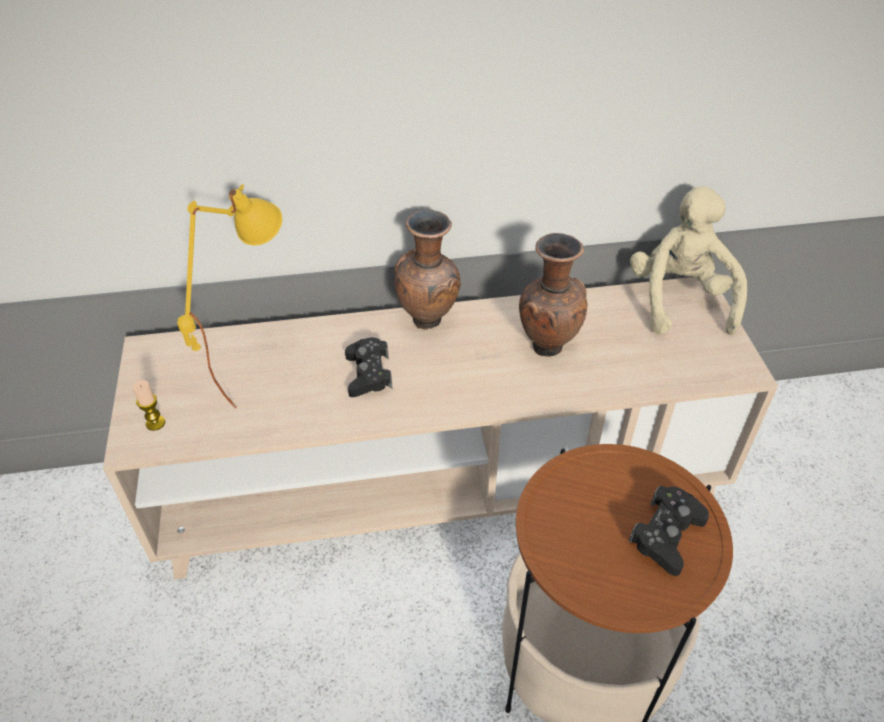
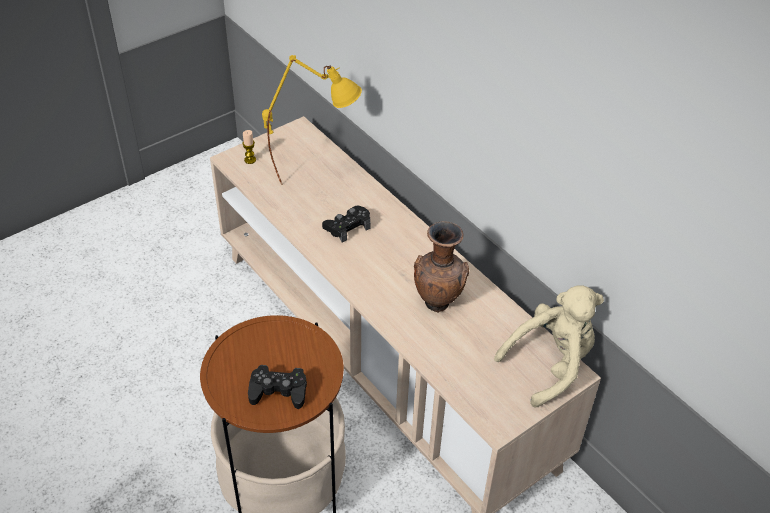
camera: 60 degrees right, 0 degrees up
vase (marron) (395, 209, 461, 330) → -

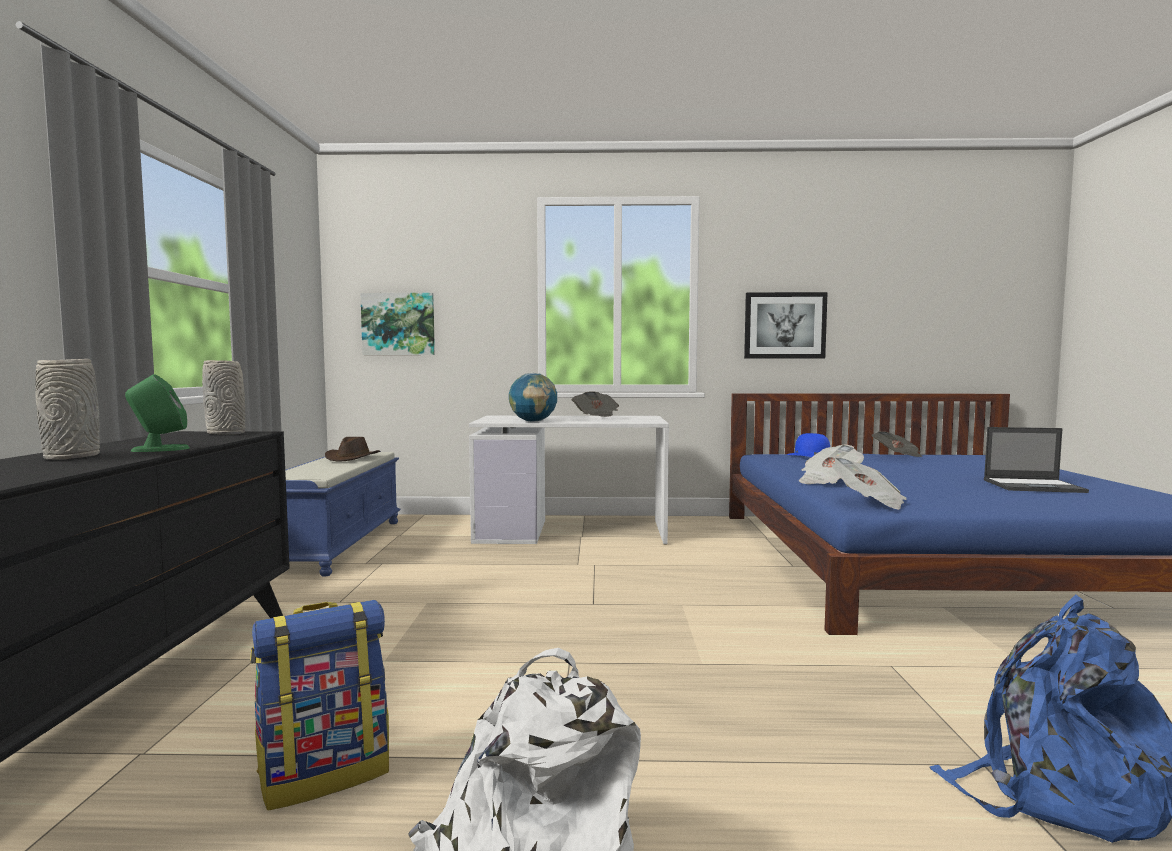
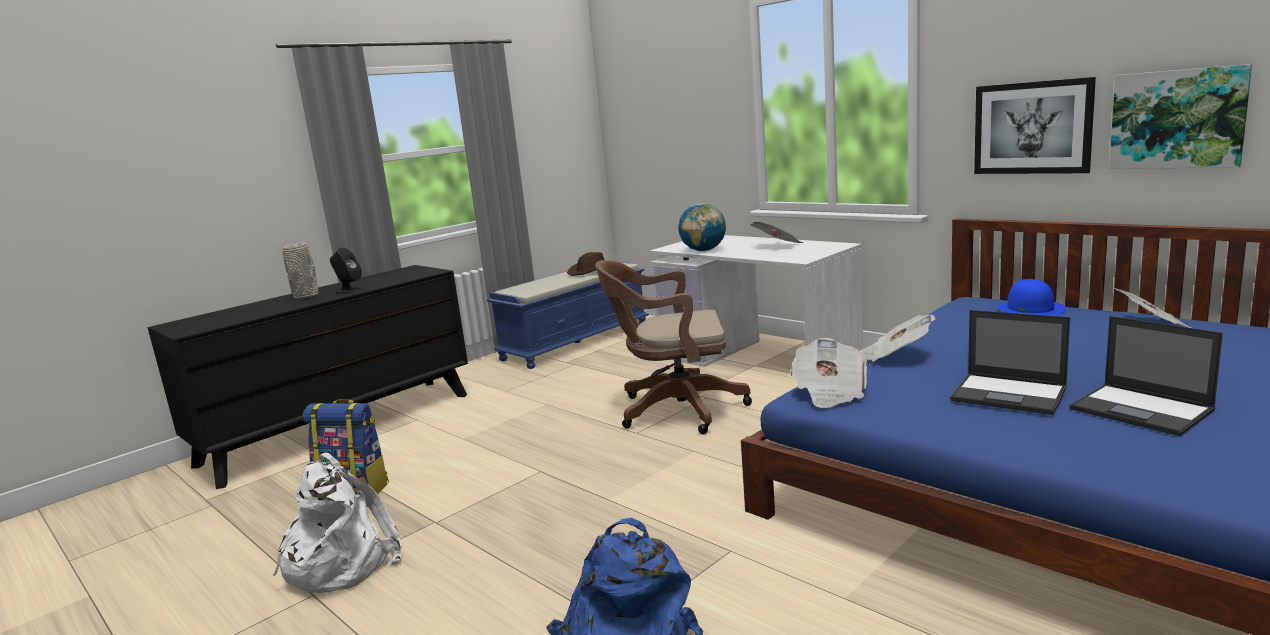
camera: 45 degrees right, 10 degrees up
vase (gris) (202, 360, 246, 435) → -
- → chaise de bureau (marron) (595, 260, 752, 434)
- → ordinateur portable (950, 310, 1070, 415)
tableau (360, 293, 435, 355) → tableau (1109, 64, 1252, 169), relocated
enceinte (vert) (125, 374, 190, 452) → enceinte (noir) (330, 248, 364, 294)

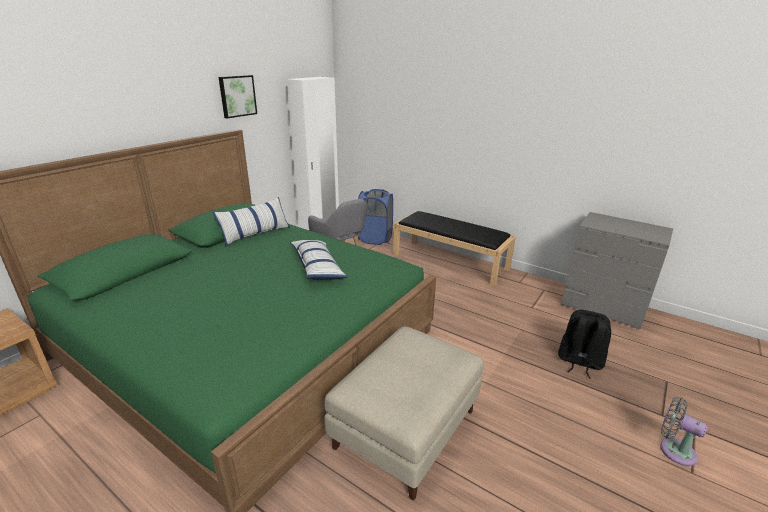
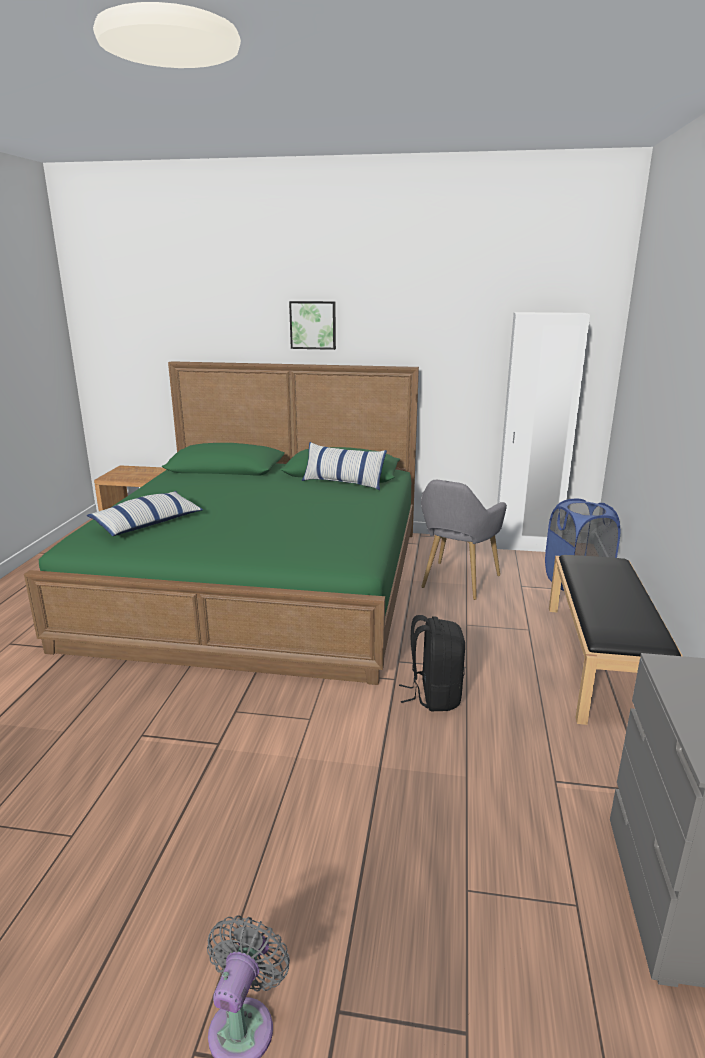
camera: 65 degrees right, 5 degrees down
pouf (beige) (324, 326, 483, 500) → -
tableau (219, 75, 257, 118) → tableau (289, 301, 336, 350), relocated
coussin (290, 240, 348, 280) → coussin (87, 491, 203, 536), relocated
sac à dos (noir) (558, 310, 611, 379) → sac à dos (noir) (399, 615, 465, 711), relocated

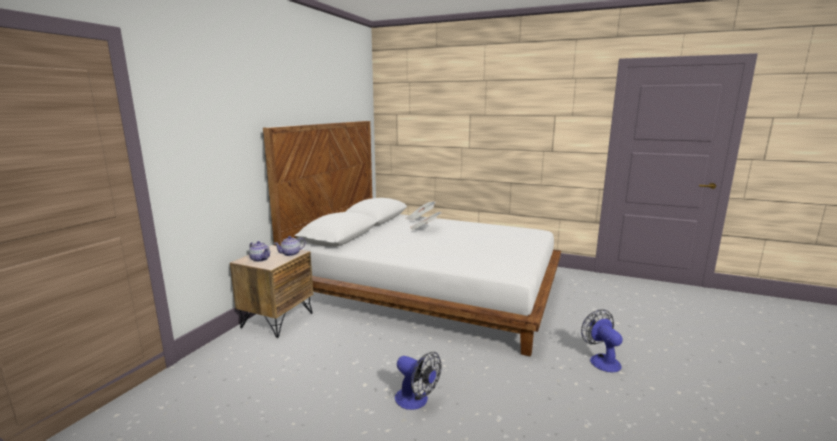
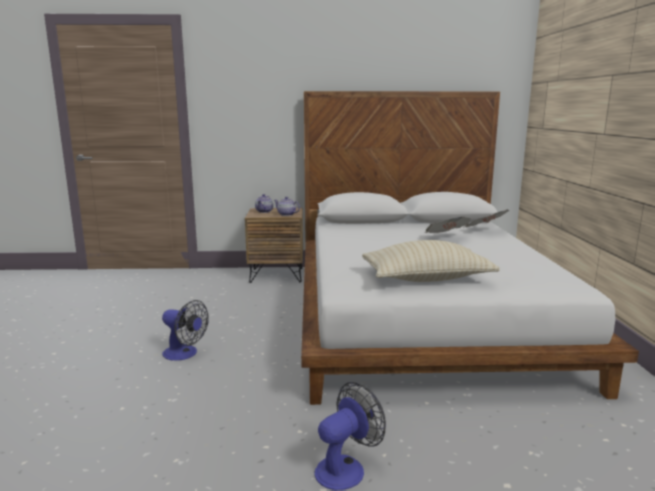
camera: 65 degrees right, 0 degrees up
- → coussin (beige) (362, 240, 499, 282)
ventilateur (395, 352, 441, 410) → ventilateur (162, 300, 209, 361), 75 degrees counterclockwise

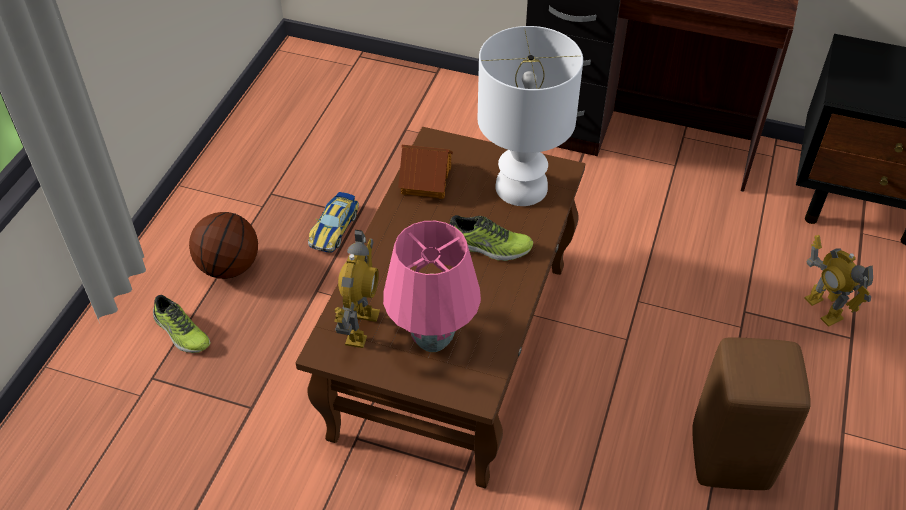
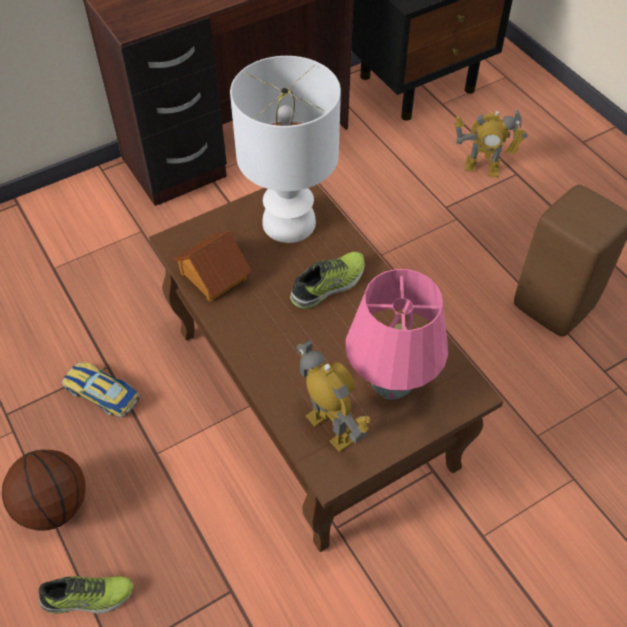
camera: 50 degrees left, 5 degrees up
petite voiture (308, 192, 359, 253) → petite voiture (62, 362, 140, 417), 150 degrees clockwise

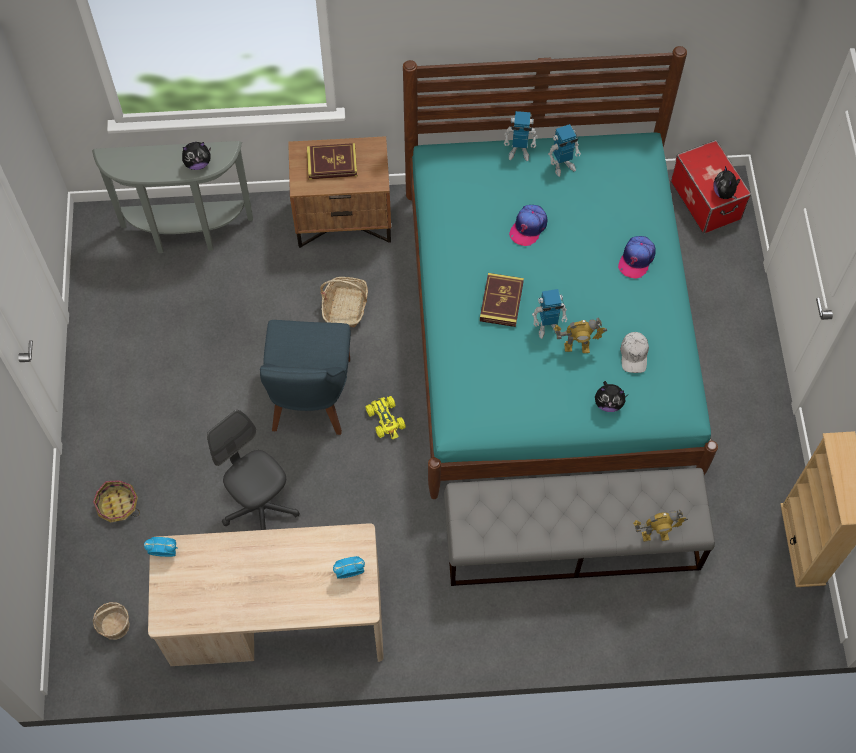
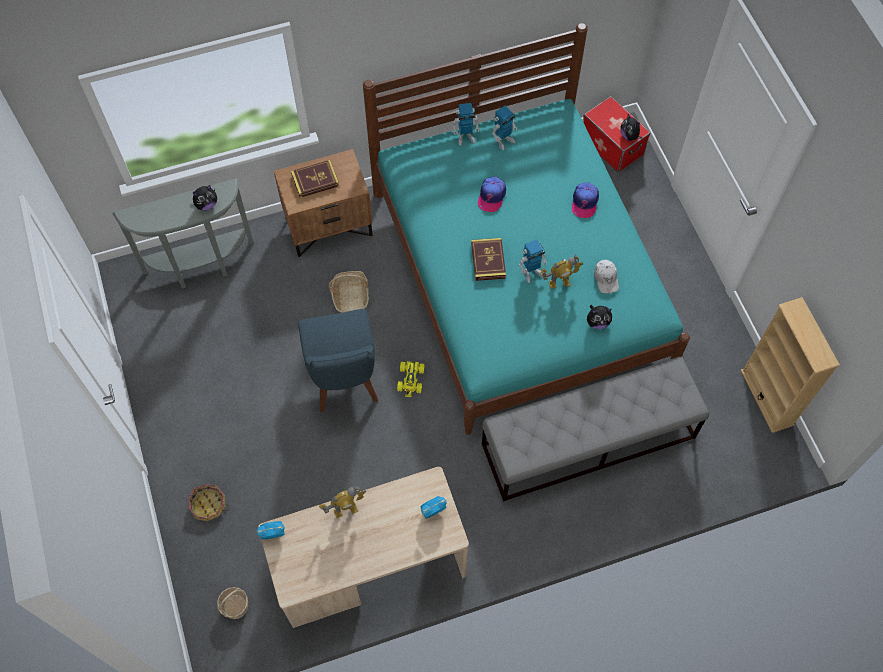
camera: 15 degrees left, 0 degrees up
chaise de bureau (gris) (207, 410, 300, 530) → -
robot jouet (633, 509, 688, 541) → robot jouet (319, 486, 366, 518), relocated
petite voiture (jaune) (366, 396, 406, 439) → petite voiture (jaune) (397, 361, 425, 397), 45 degrees clockwise

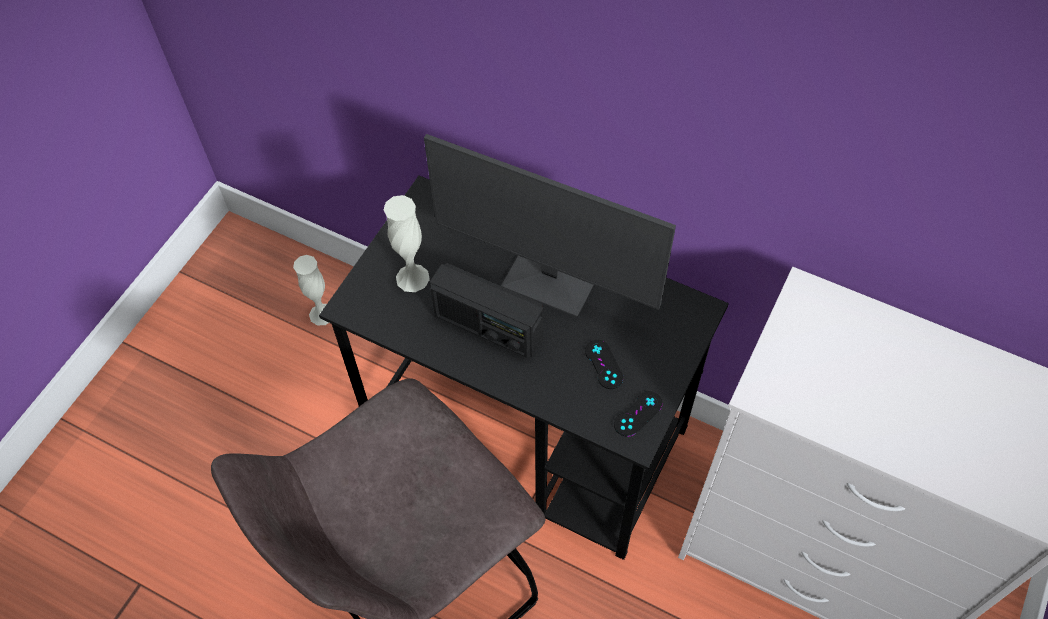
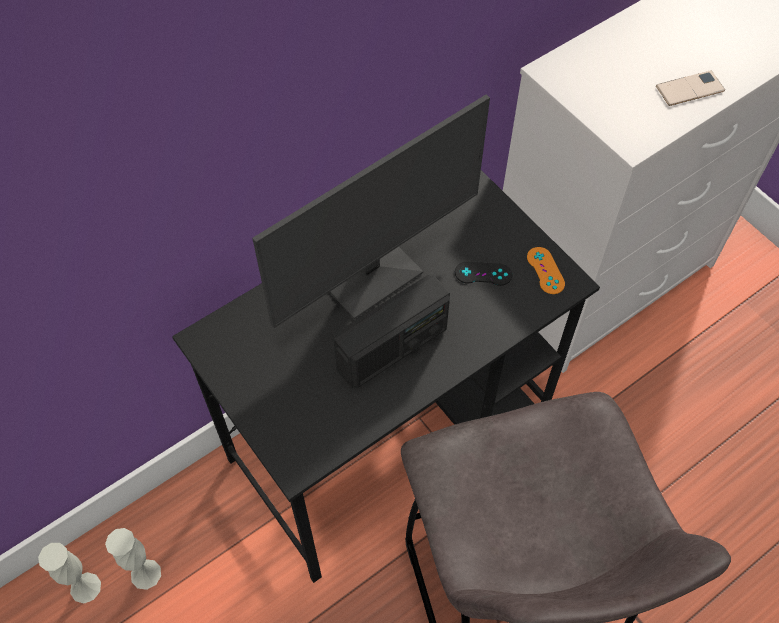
camera: 65 degrees left, 0 degrees up
- → téléphone (656, 70, 725, 106)
vase (blanc) (384, 195, 430, 292) → vase (blanc) (38, 543, 101, 603), relocated
manette (noir) (614, 391, 663, 437) → manette (orange) (527, 247, 565, 294)

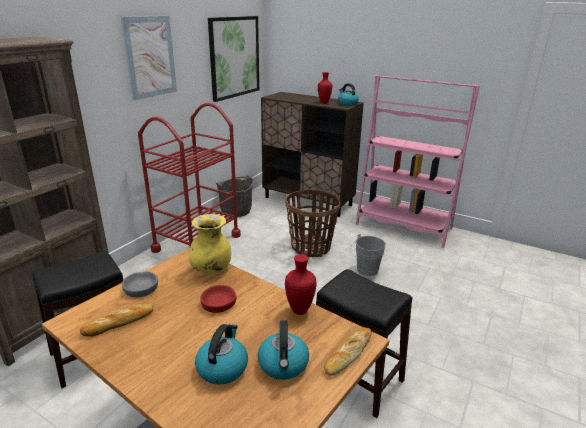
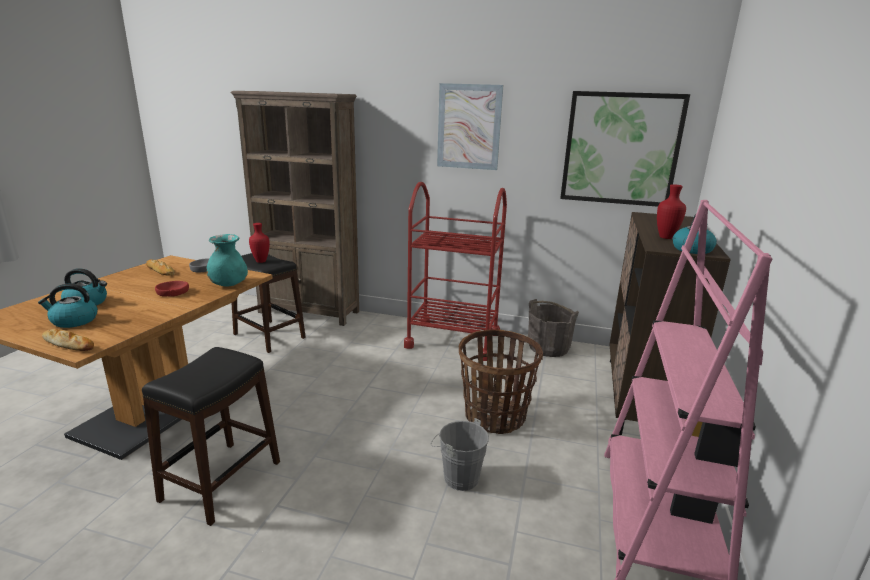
camera: 75 degrees right, 5 degrees down
vase (rouge) (285, 254, 316, 315) → vase (rouge) (249, 223, 269, 263), relocated
vase (jaune) (189, 214, 231, 273) → vase (turquoise) (207, 234, 248, 286)

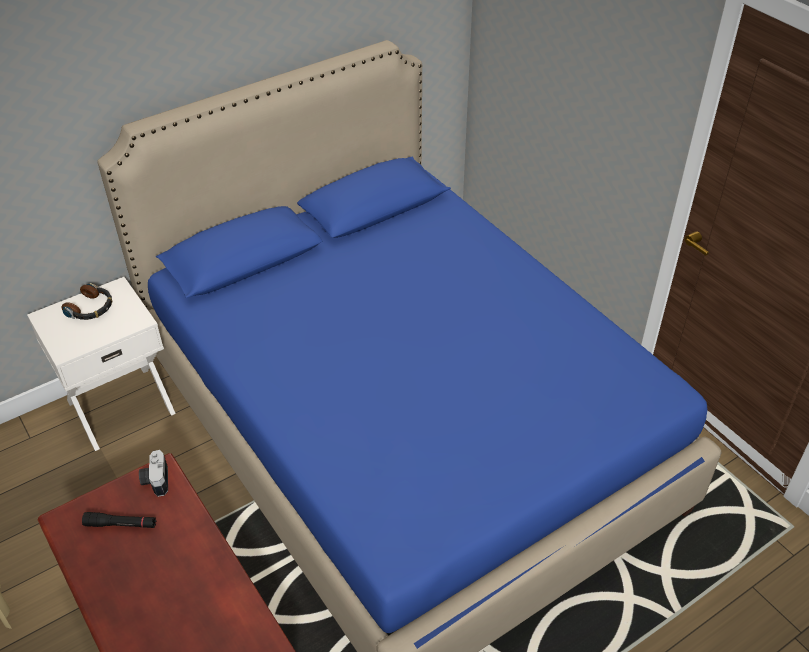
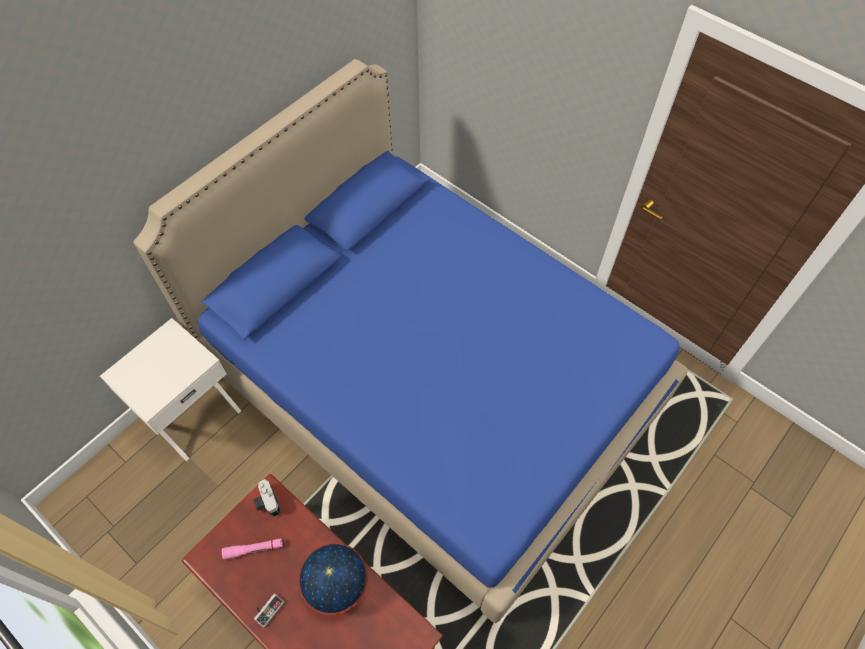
camera: 15 degrees left, 15 degrees up
casque audio (61, 283, 112, 320) → -
- → manette (254, 593, 284, 628)
- → globe (298, 543, 368, 615)
lampe de poche (noir) (82, 512, 156, 528) → lampe de poche (rose) (222, 539, 283, 560)

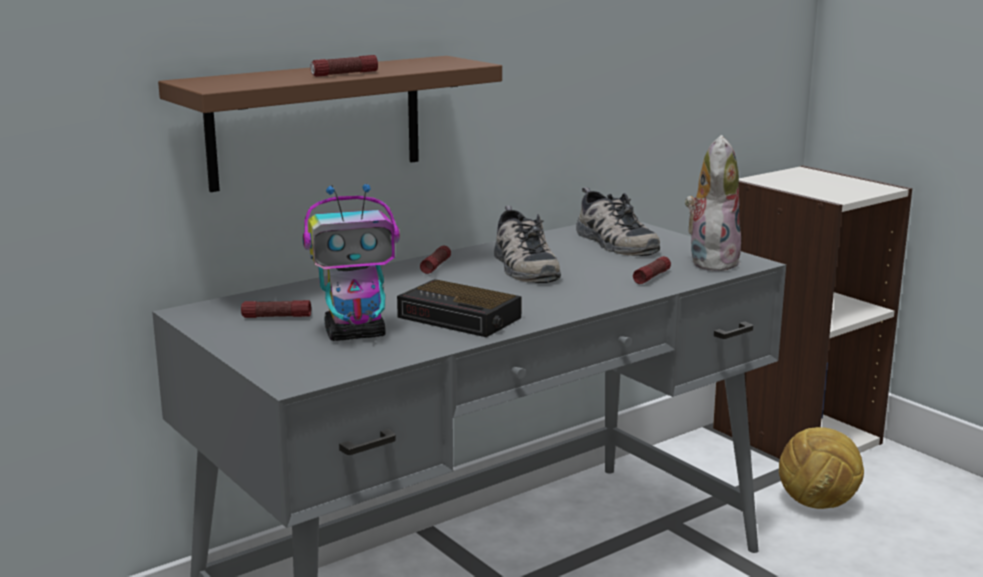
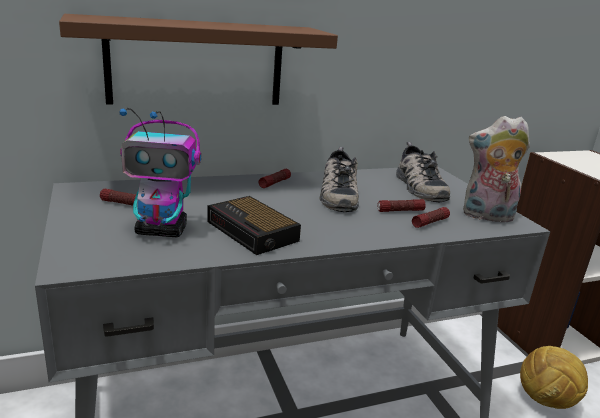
camera: 15 degrees right, 5 degrees up
lampe de poche (310, 55, 378, 77) → lampe de poche (377, 199, 426, 212), relocated
peluche (685, 135, 741, 271) → peluche (463, 116, 530, 222), 120 degrees counterclockwise

